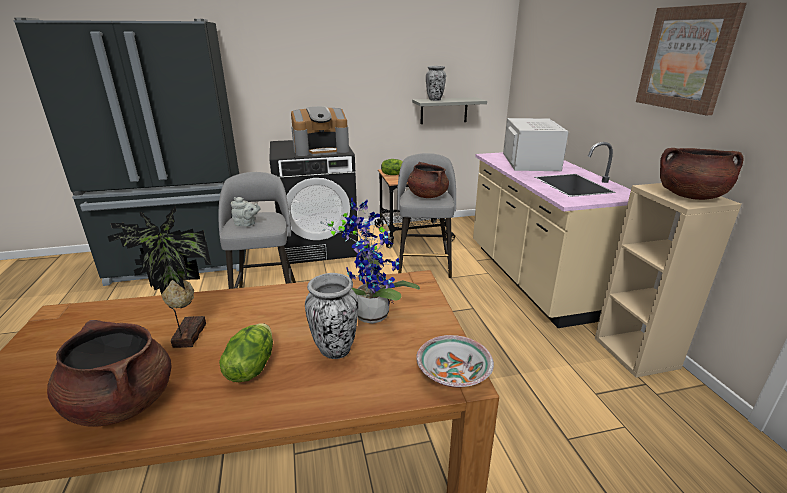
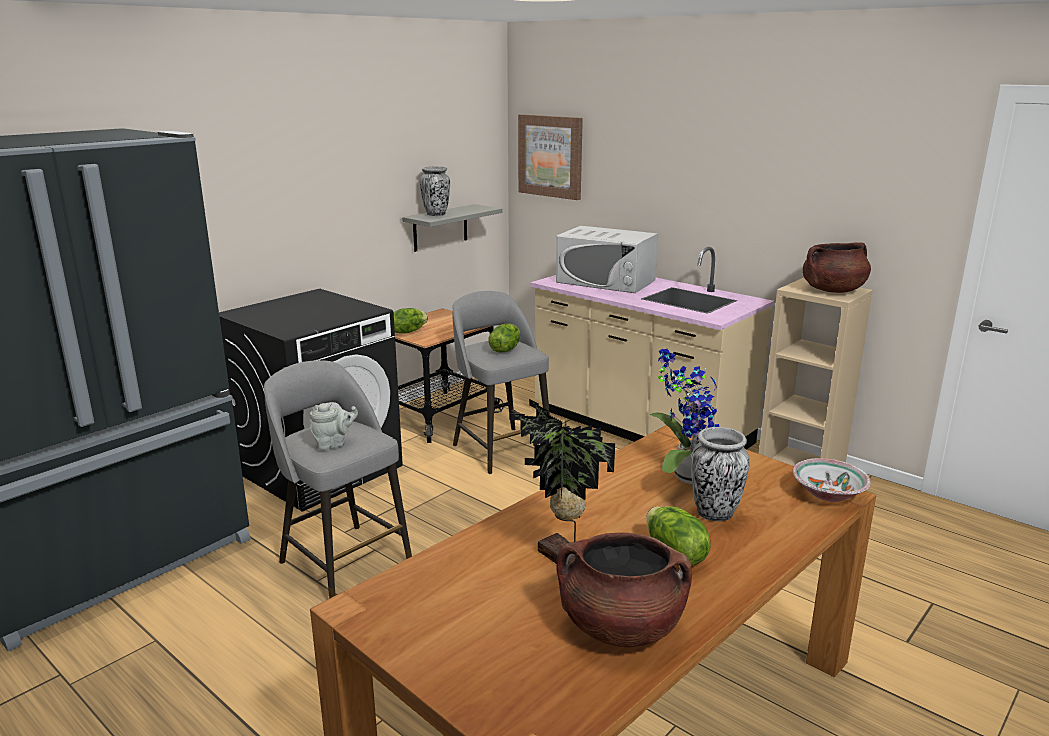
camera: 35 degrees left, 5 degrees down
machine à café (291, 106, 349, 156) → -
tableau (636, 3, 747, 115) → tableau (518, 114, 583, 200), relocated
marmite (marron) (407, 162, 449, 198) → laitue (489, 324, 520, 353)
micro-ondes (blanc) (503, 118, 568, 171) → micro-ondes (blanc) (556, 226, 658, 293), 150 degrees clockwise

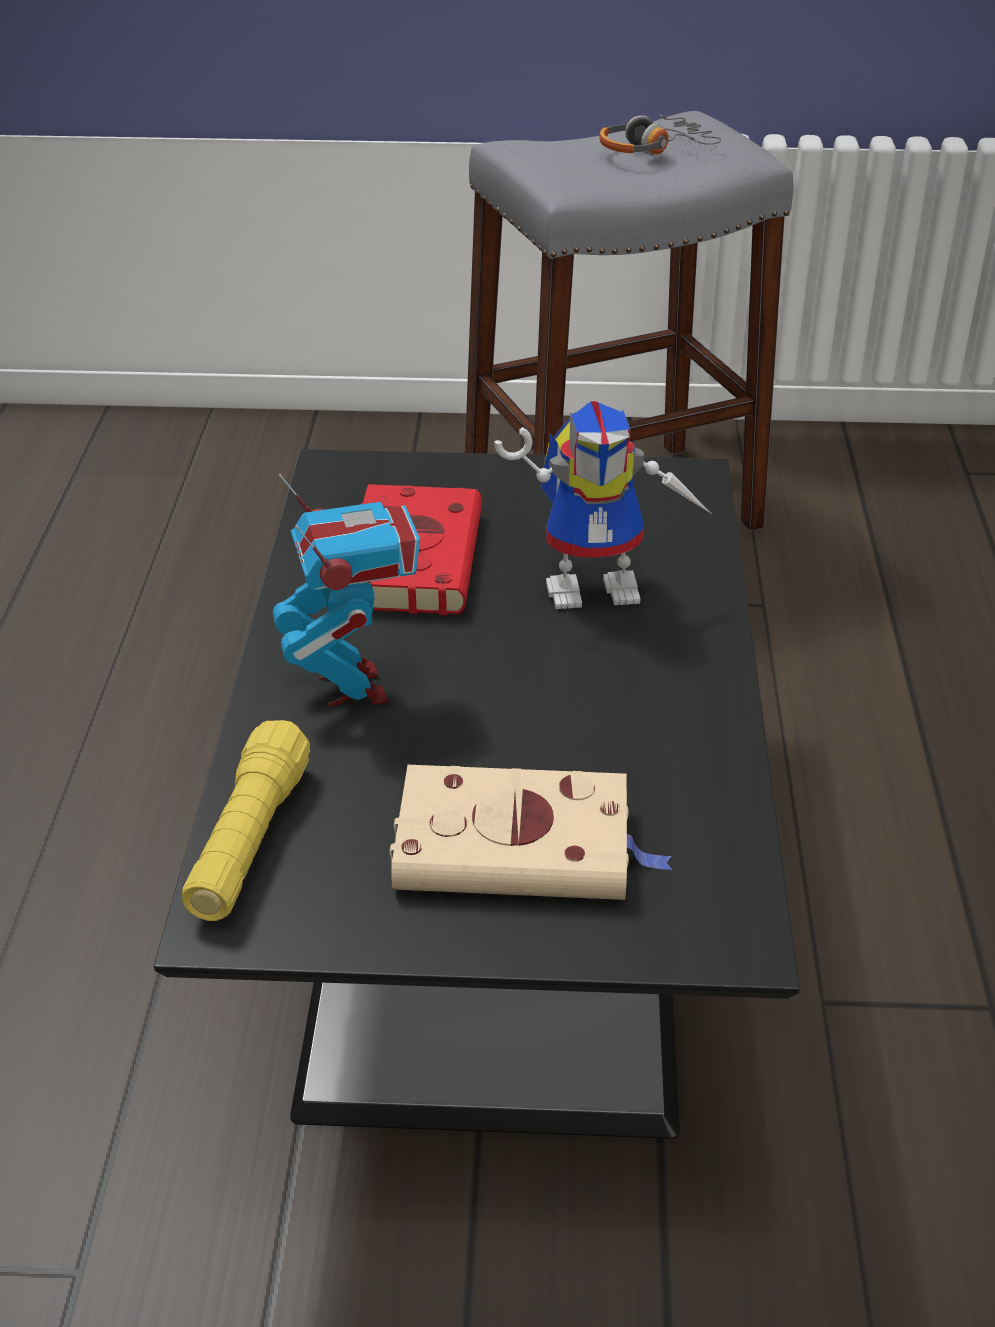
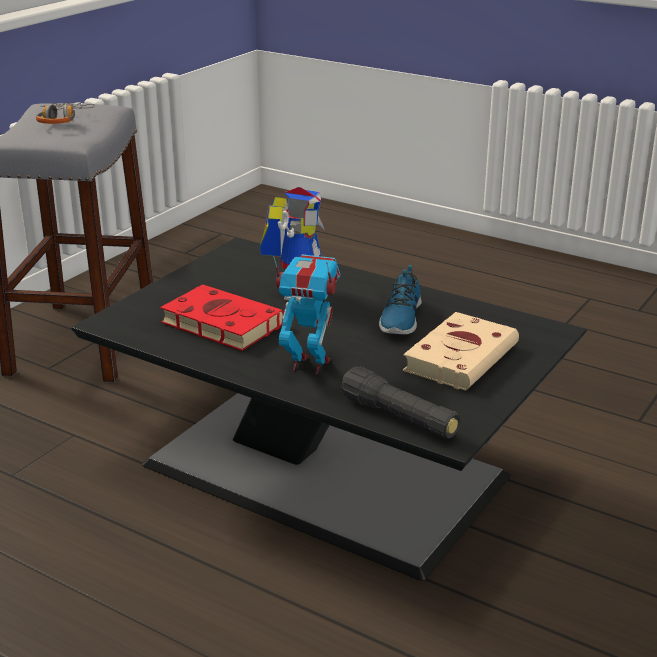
camera: 60 degrees left, 10 degrees down
- → chaussure (379, 265, 422, 334)
lampe de poche (jaune) (182, 720, 310, 921) → lampe de poche (noir) (341, 366, 460, 439)

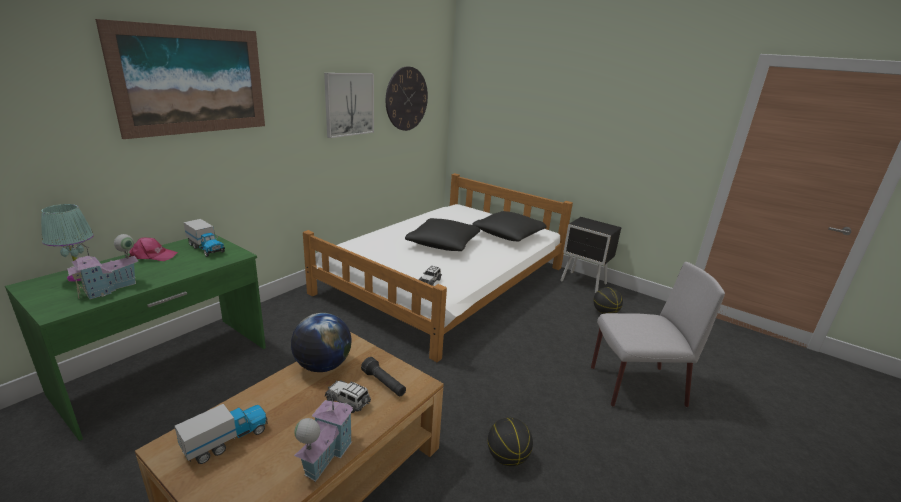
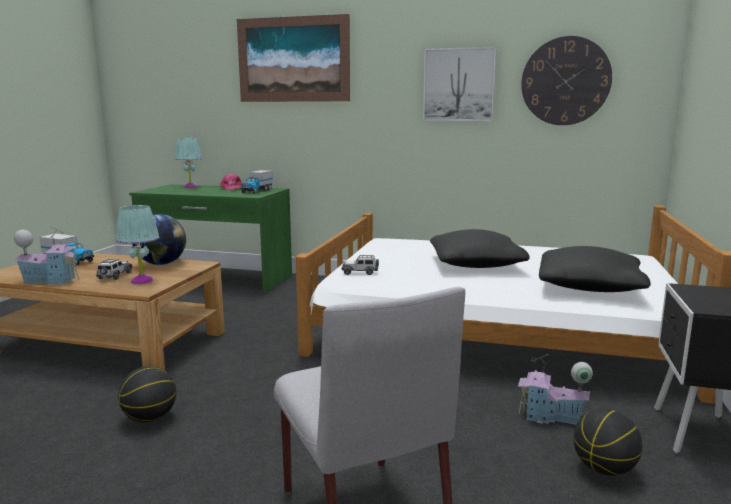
camera: 70 degrees right, 10 degrees down
maison miniature (65, 234, 138, 299) → maison miniature (518, 354, 593, 425), relocated
lampe de poche (noir) (361, 357, 406, 396) → lampe de table (turquoise) (116, 205, 160, 284)

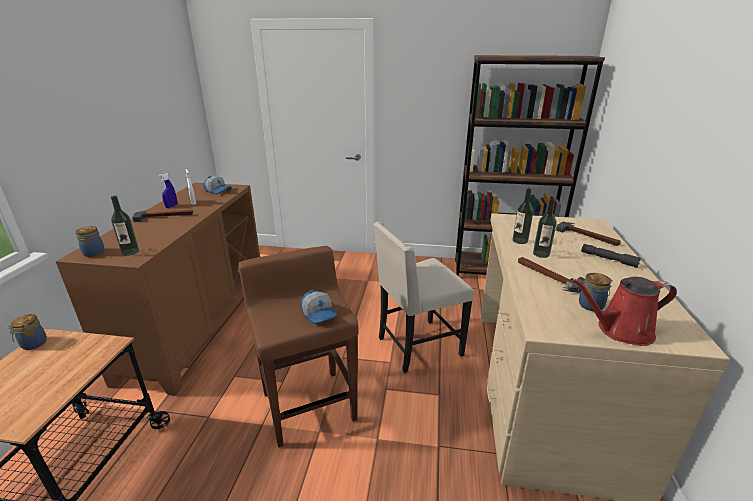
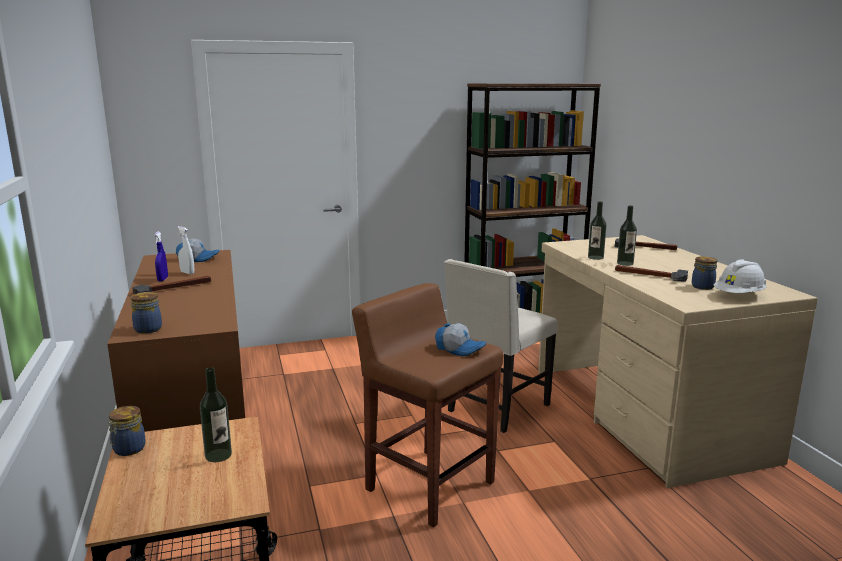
camera: 25 degrees left, 10 degrees down
lampe de poche (gris) (581, 244, 641, 268) → -
bouteille (111, 196, 139, 256) → bouteille (200, 367, 232, 462), relocated
arrosoir (rouge) (571, 277, 677, 346) → casque de chantier (blanc) (713, 259, 766, 293)

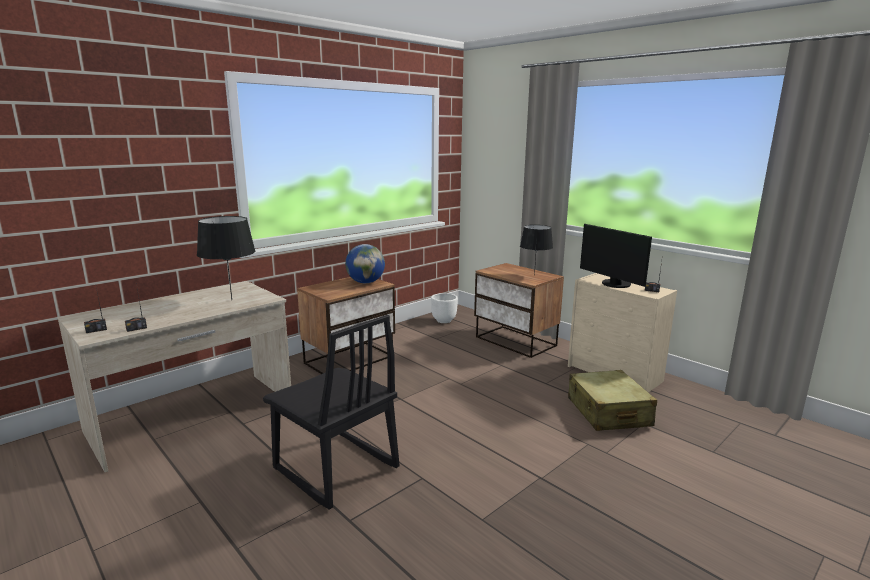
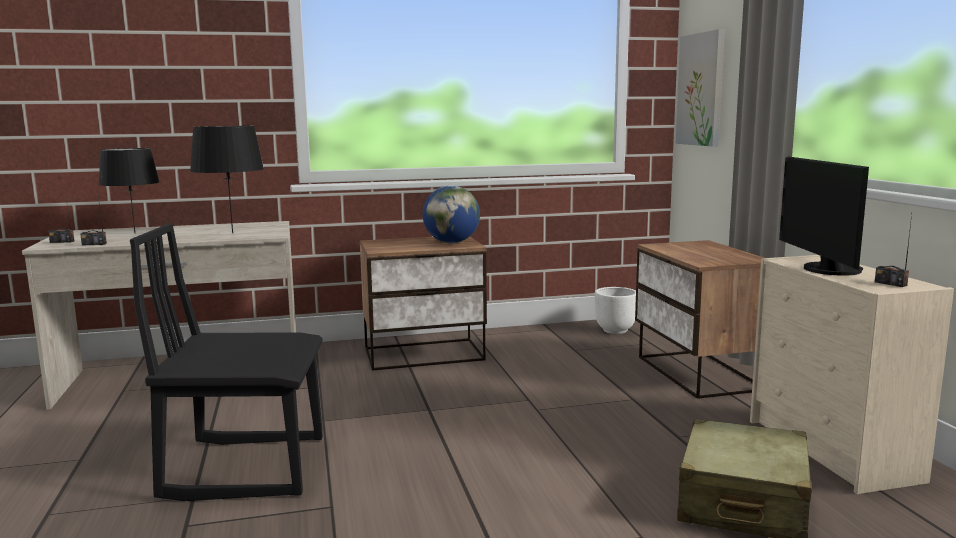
camera: 30 degrees right, 5 degrees down
- → tableau (675, 29, 725, 147)
lampe de table (noir) (520, 225, 553, 275) → lampe de table (noir) (98, 148, 160, 232), relocated
chaise (noir) (263, 315, 399, 510) → chaise (noir) (130, 223, 323, 501), 105 degrees clockwise

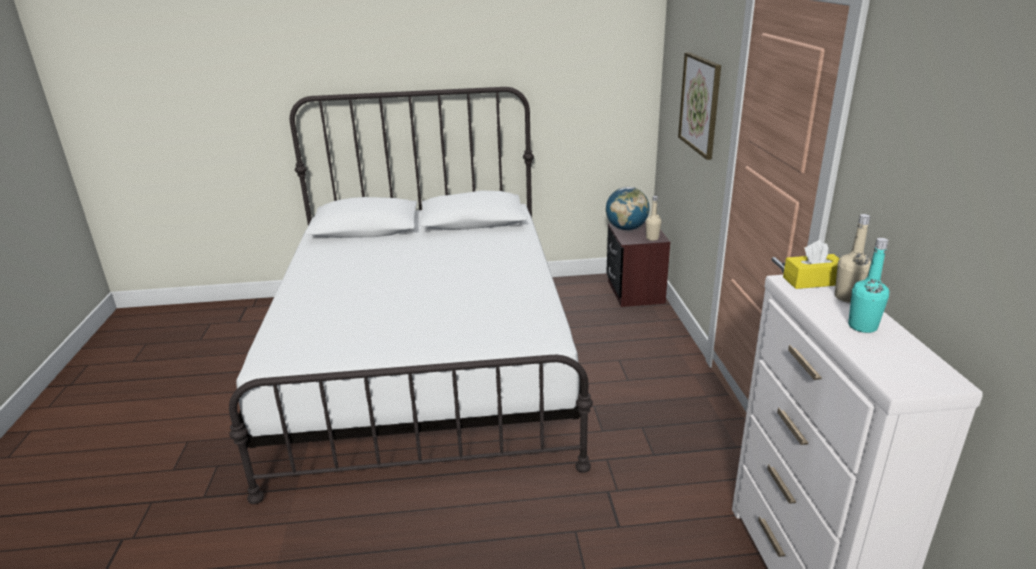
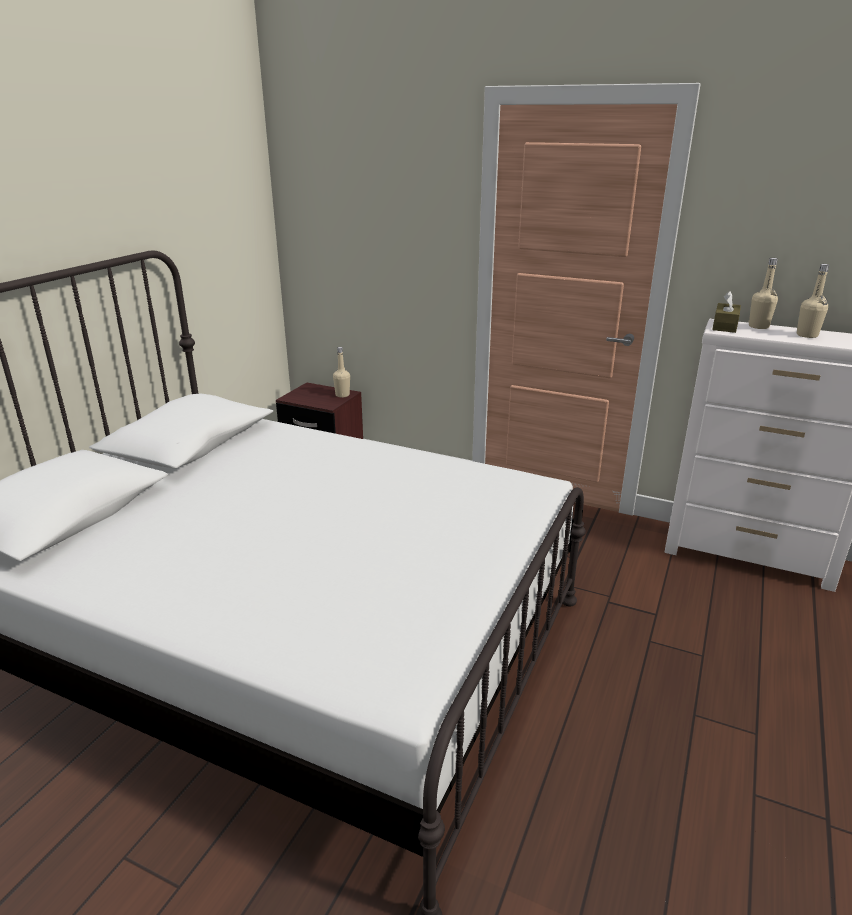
camera: 60 degrees left, 0 degrees up
globe (606, 187, 650, 230) → -
tableau (678, 52, 721, 160) → -
boîte à mouchoirs (jaune) (783, 240, 840, 289) → boîte à mouchoirs (marron) (712, 291, 741, 333)
bouteille (turquoise) (848, 238, 889, 333) → bouteille (beige) (797, 264, 829, 338)

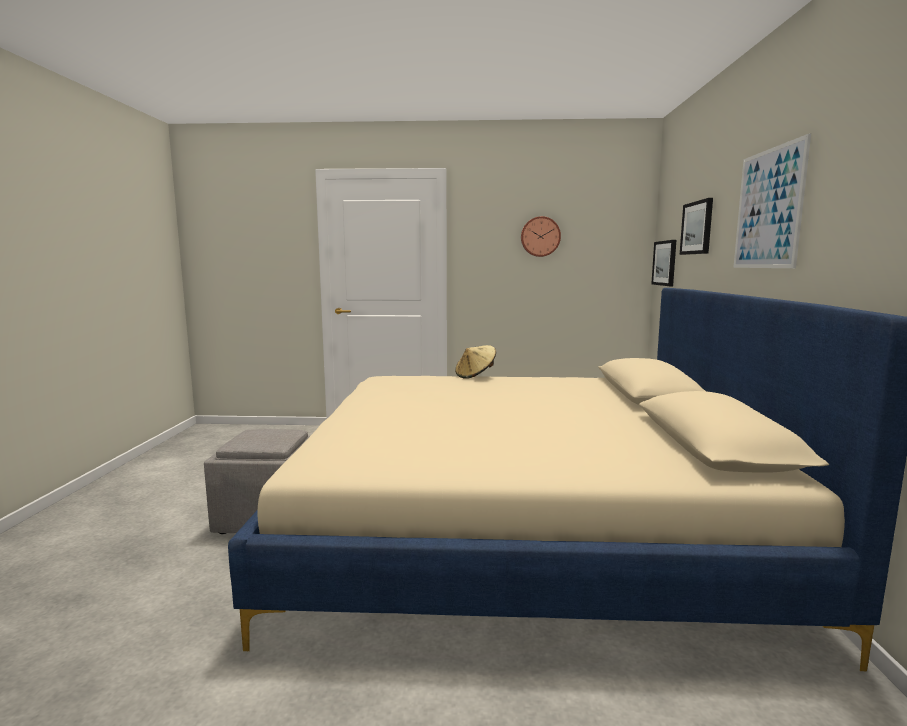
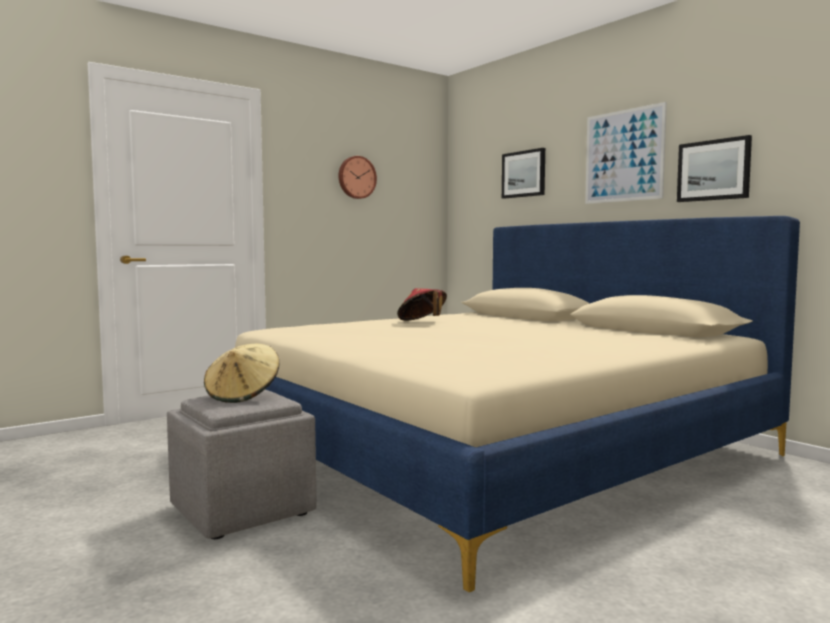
camera: 40 degrees left, 5 degrees down
- → chapeau (rouge) (397, 288, 447, 321)
chapeau (beige) (455, 345, 496, 379) → chapeau (beige) (204, 344, 280, 403), relocated
tableau (651, 240, 676, 286) → tableau (677, 135, 752, 202), relocated

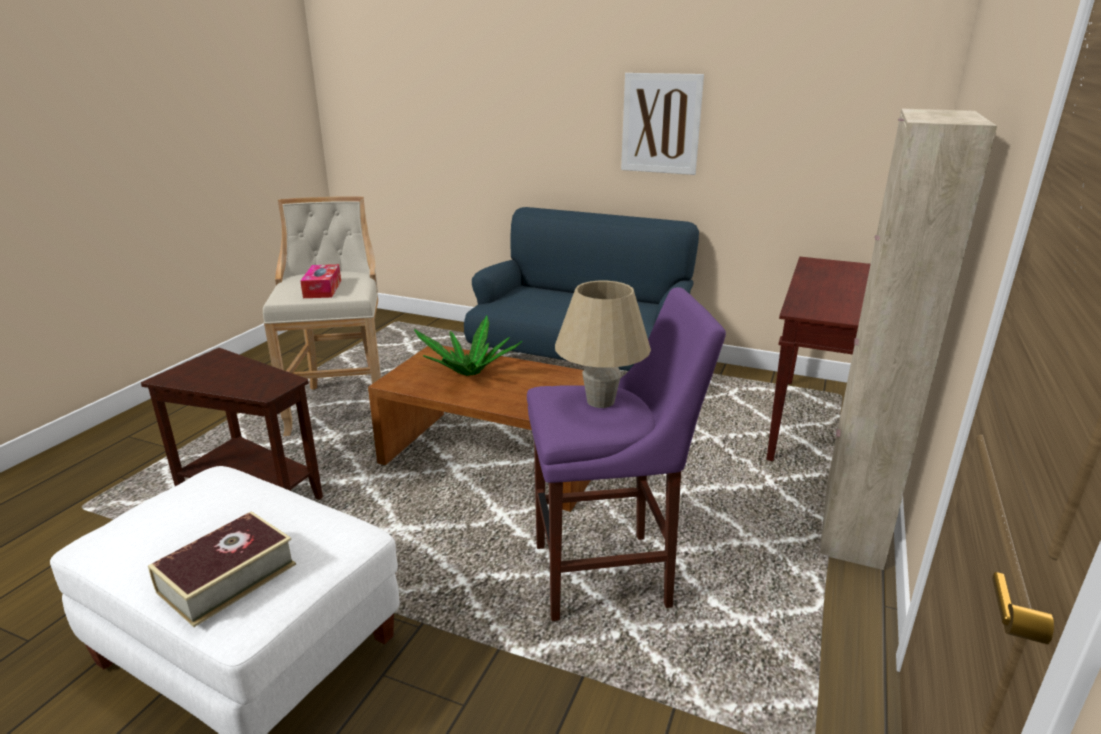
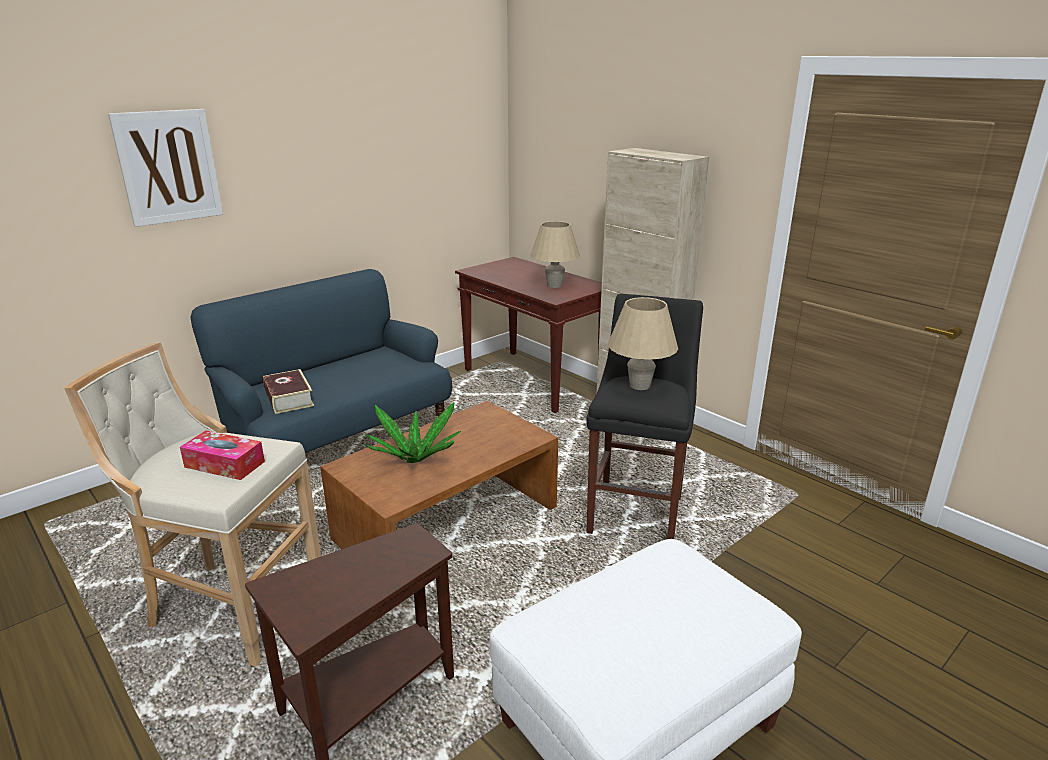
camera: 65 degrees left, 0 degrees up
- → lampe de table (beige) (530, 221, 580, 288)
livre (148, 511, 296, 627) → livre (263, 369, 314, 414), relocated
tableau (621, 73, 704, 175) → tableau (108, 109, 223, 227), relocated
tabouret (violet) (527, 287, 726, 621) → tabouret (noir) (586, 293, 703, 539)

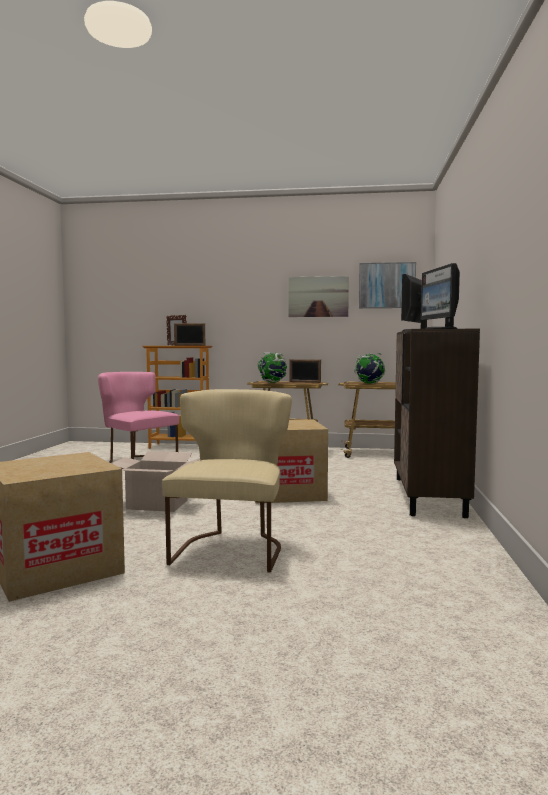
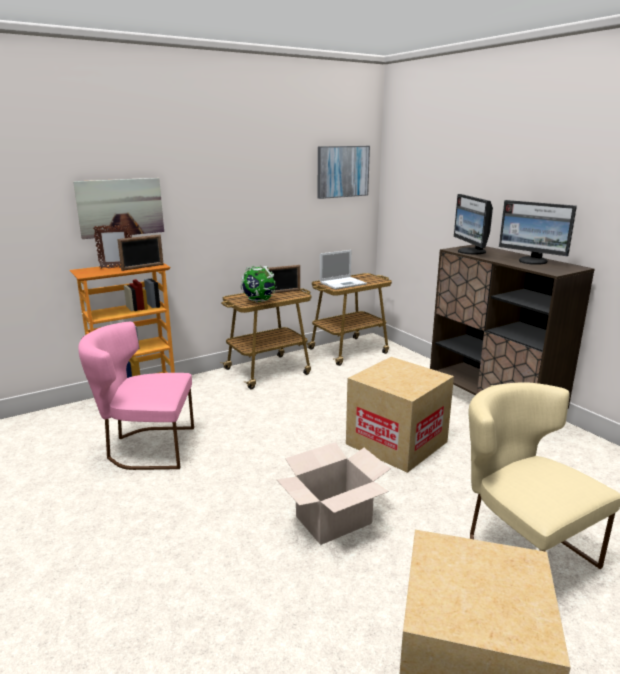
camera: 40 degrees left, 15 degrees up
tableau (289, 276, 349, 317) → tableau (73, 178, 164, 239), relocated
globe (354, 353, 385, 384) → ordinateur portable (320, 250, 367, 289)

